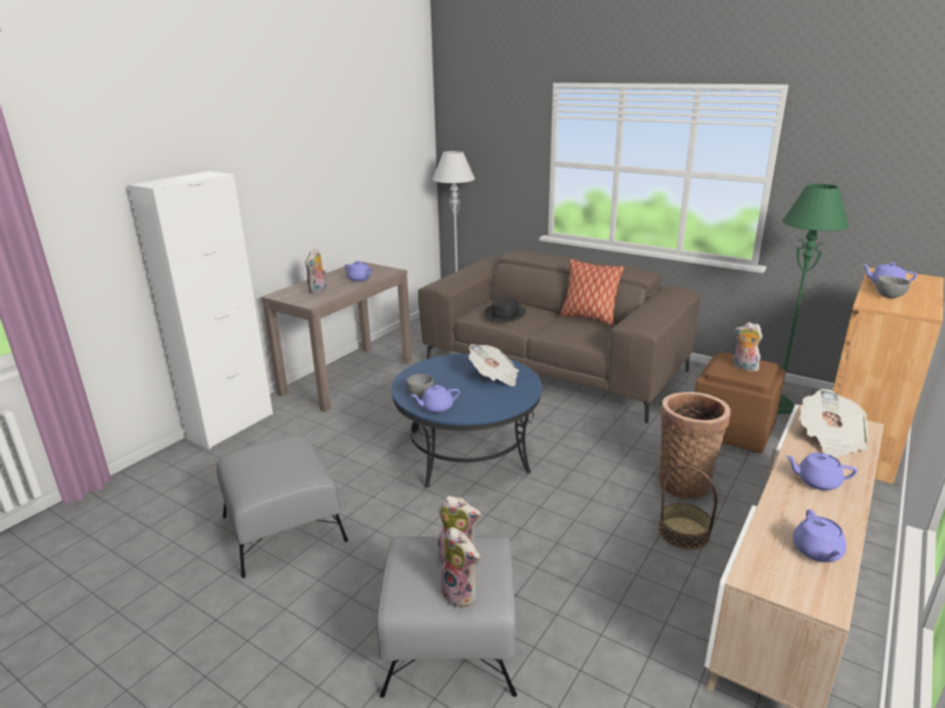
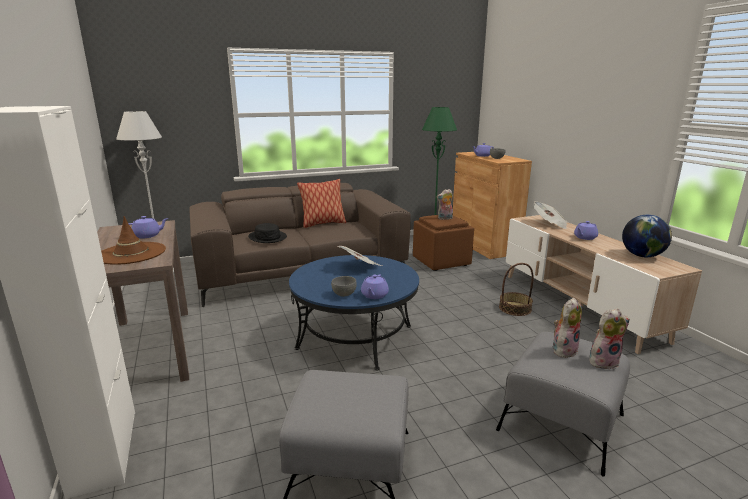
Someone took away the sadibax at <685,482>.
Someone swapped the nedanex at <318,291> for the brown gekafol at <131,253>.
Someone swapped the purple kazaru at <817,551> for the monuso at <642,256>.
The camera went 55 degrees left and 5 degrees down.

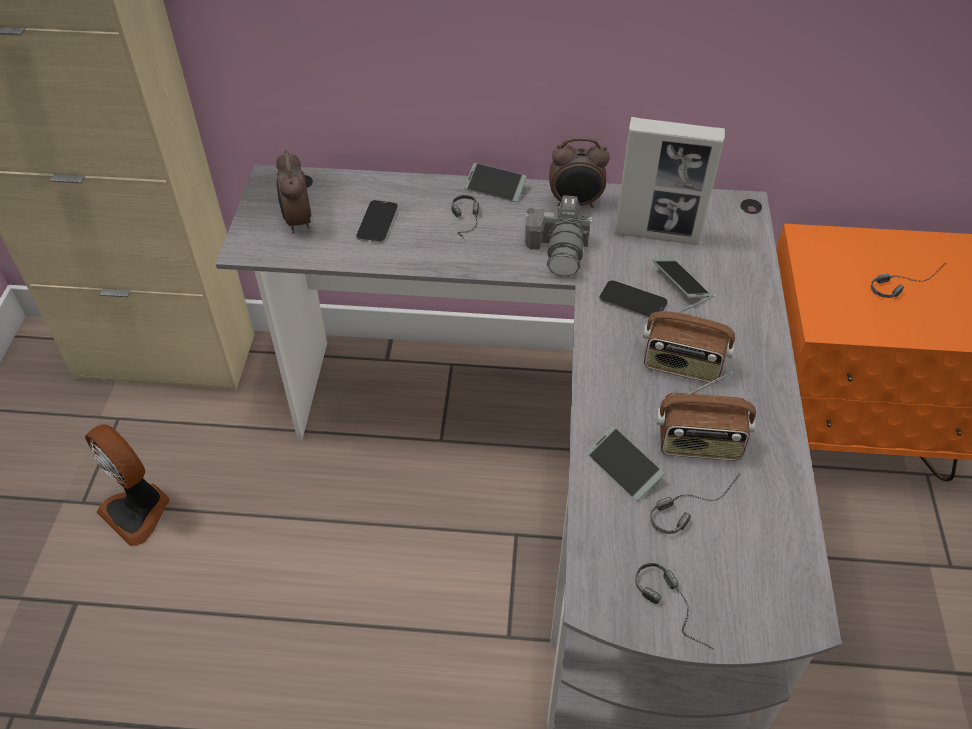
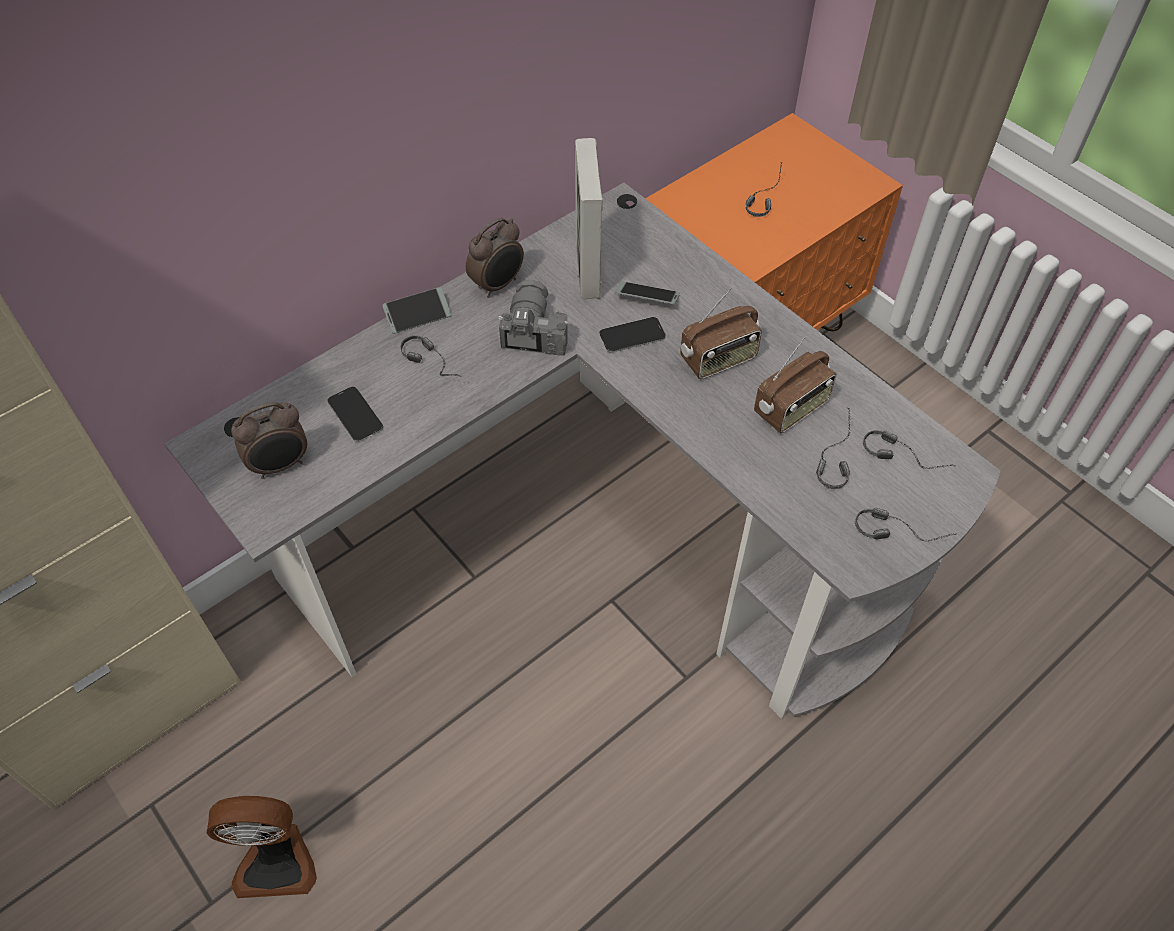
Someone took away the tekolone at <623,468>.
Someone put down the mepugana at <906,456>.
Someone rotated the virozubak at <298,221> by 60 degrees counterclockwise.
Someone rotated the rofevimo at <559,249> by 135 degrees counterclockwise.
Someone rotated the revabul at <657,234> by 120 degrees clockwise.
The camera went 45 degrees left and 5 degrees up.

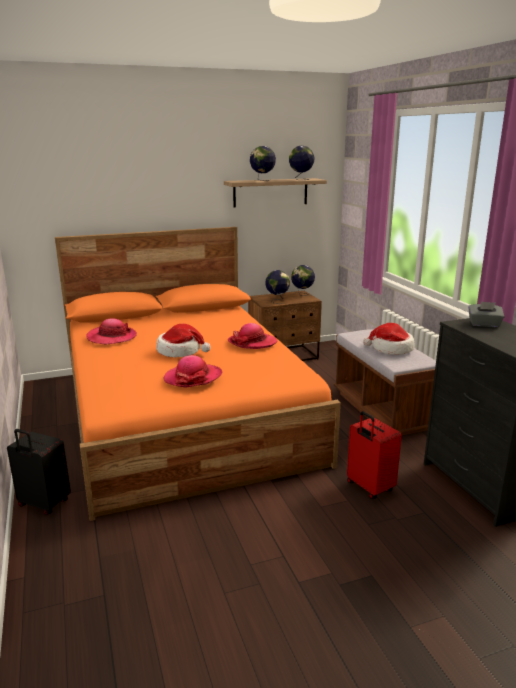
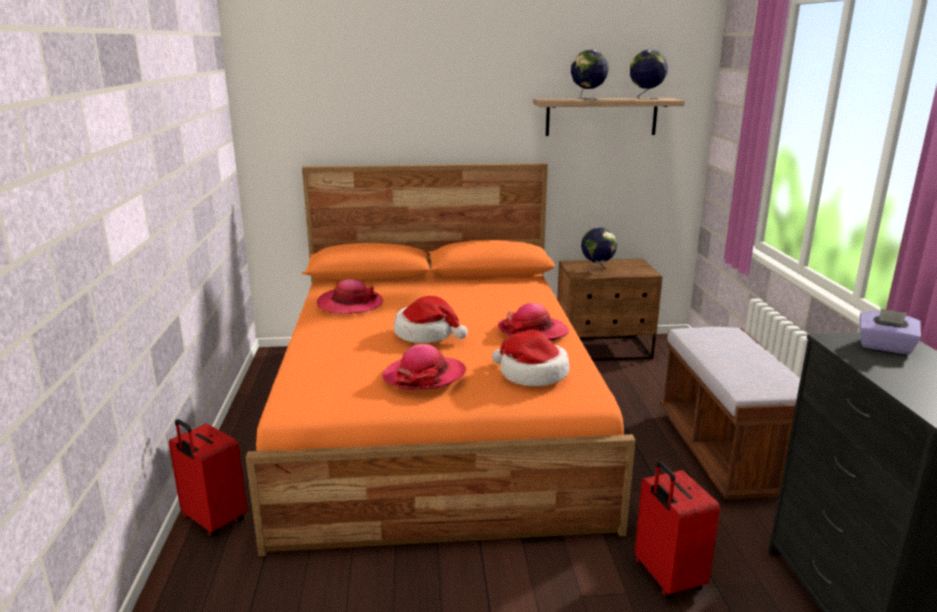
Someone took away the monuso at <302,295>.
Someone carried the gekafol from <391,349> to <531,374>.
Someone repainted the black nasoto at <43,504>, which became the red nasoto at <213,521>.
Someone repainted the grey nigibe at <484,324>, which became the purple nigibe at <885,347>.
The camera went 15 degrees right and 0 degrees up.

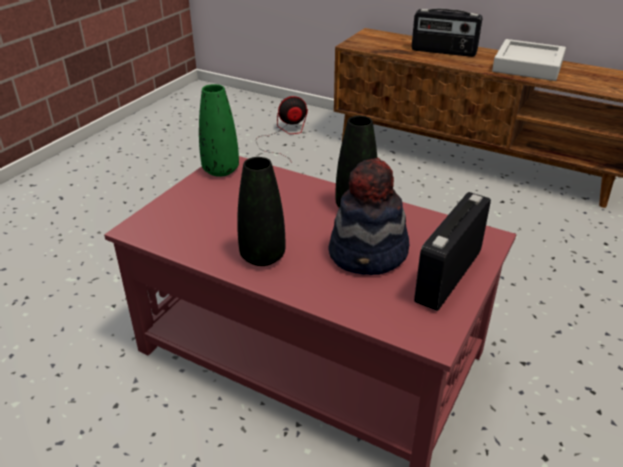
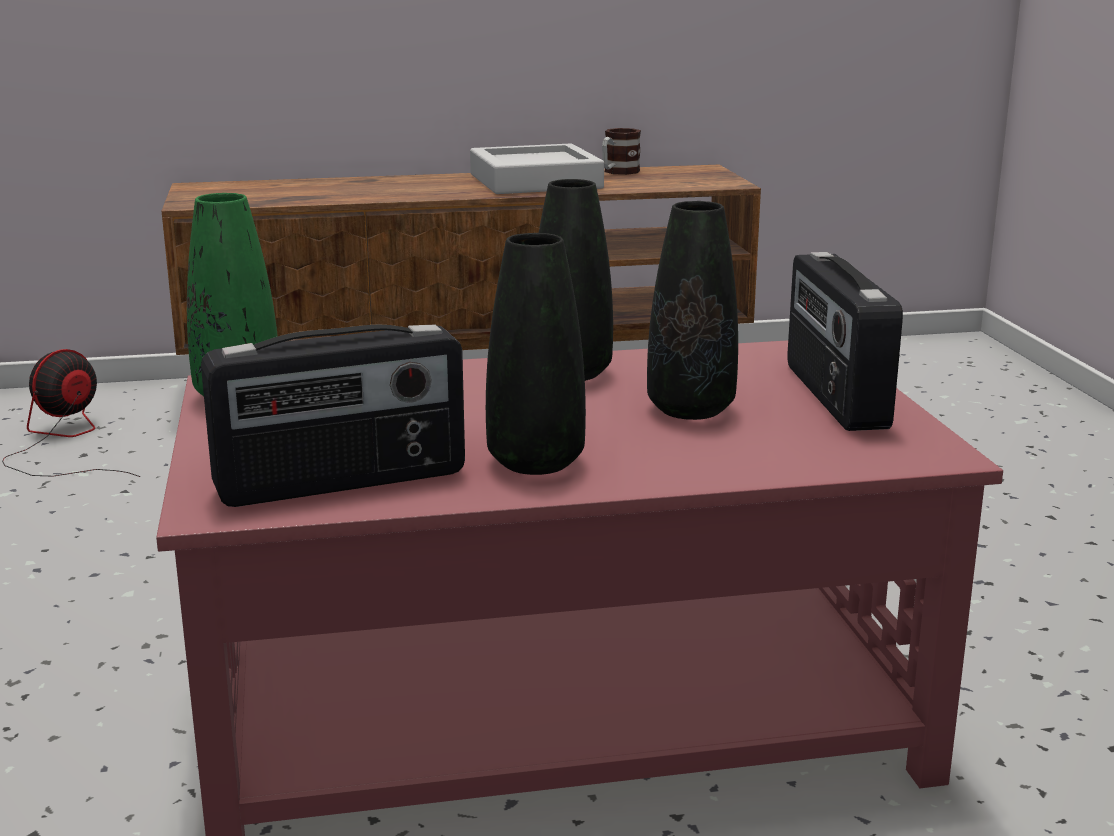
Someone put down the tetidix at <617,172>.
Someone carried the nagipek from <443,52> to <342,482>.
Someone swapped the gekafol at <369,254> for the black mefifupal at <690,409>.
The camera went 40 degrees left and 15 degrees down.

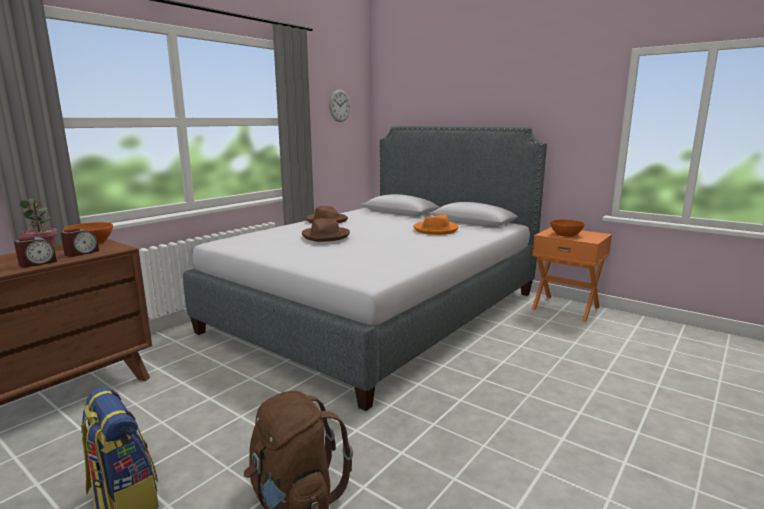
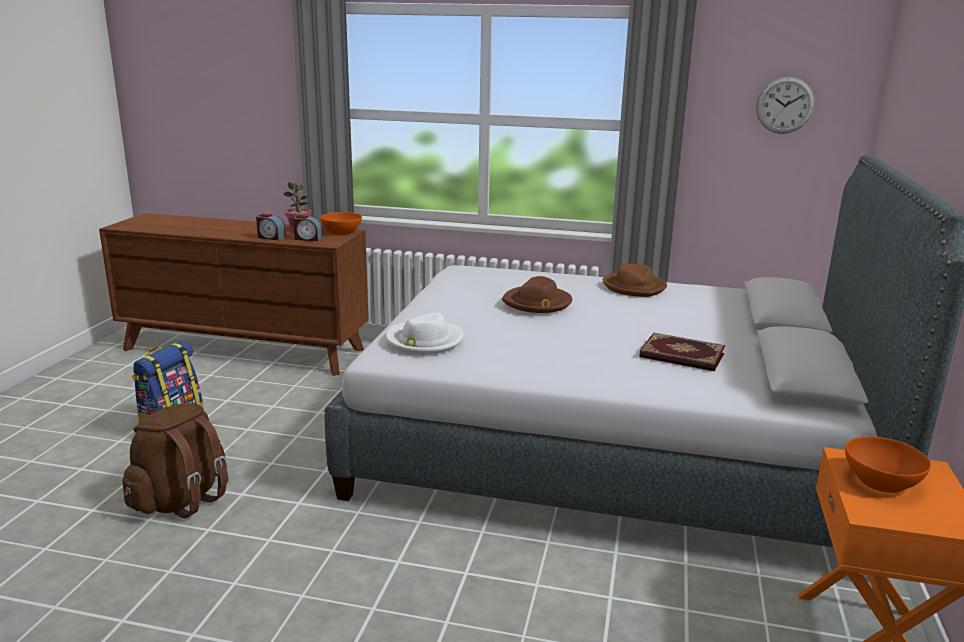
Someone put down the white gekafol at <424,341>.
Someone swapped the orange gekafol at <435,230> for the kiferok at <681,356>.
The camera went 65 degrees right and 5 degrees up.

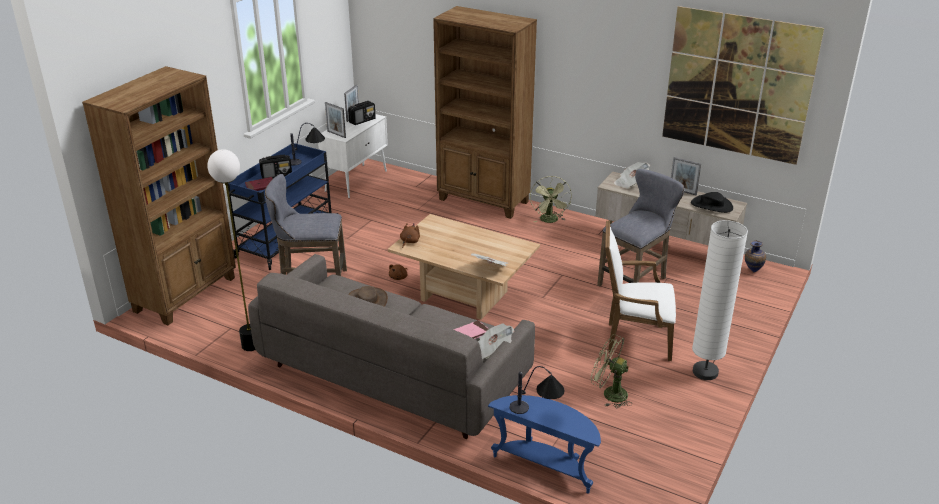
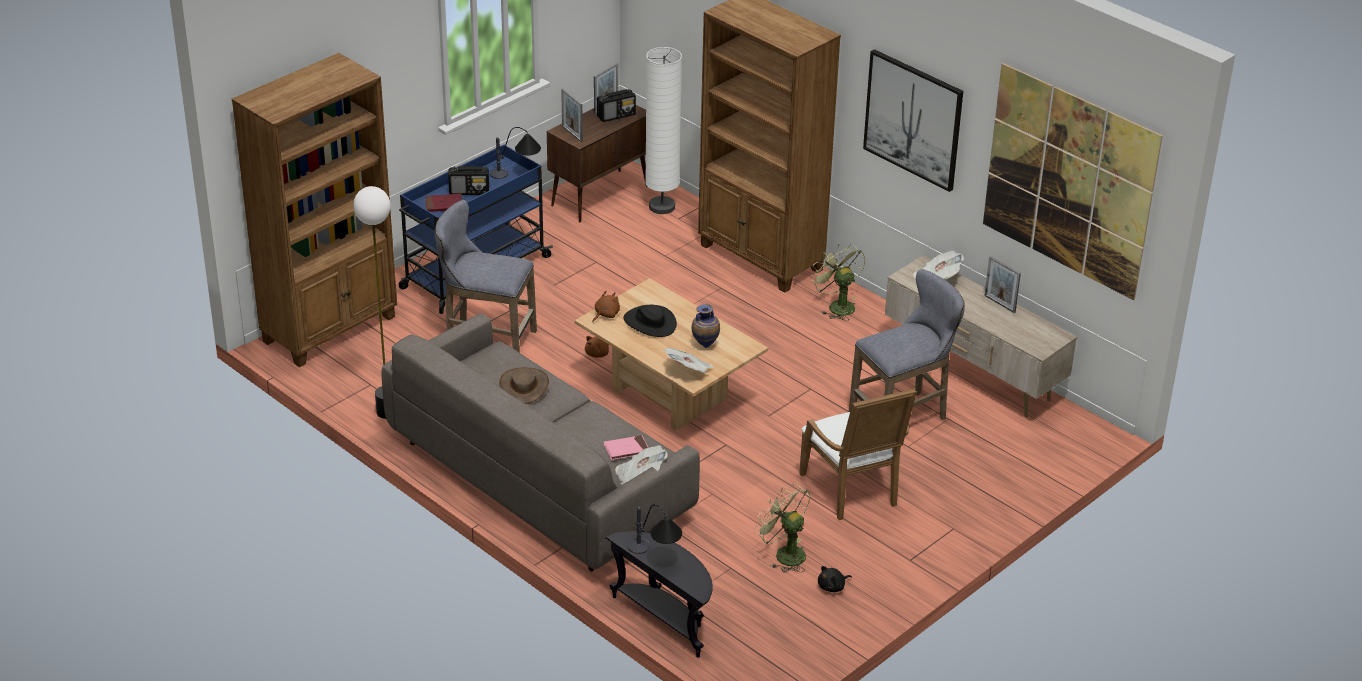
Someone put down the black nedanex at <832,587>.
Someone put up the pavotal at <913,119>.
Someone carried the black gekafol from <711,205> to <650,323>.
Someone carried the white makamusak from <705,372> to <662,207>.
Someone carried the mefifupal from <752,270> to <705,345>.
Someone repainted the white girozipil at <356,181>, which became the brown girozipil at <600,195>.
Someone repainted the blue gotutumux at <545,466>, which became the black gotutumux at <665,619>.
Someone rotated the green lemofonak at <550,221> by 135 degrees clockwise.
Someone rotated the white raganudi at <633,339> by 135 degrees counterclockwise.
The camera went 15 degrees right and 5 degrees up.

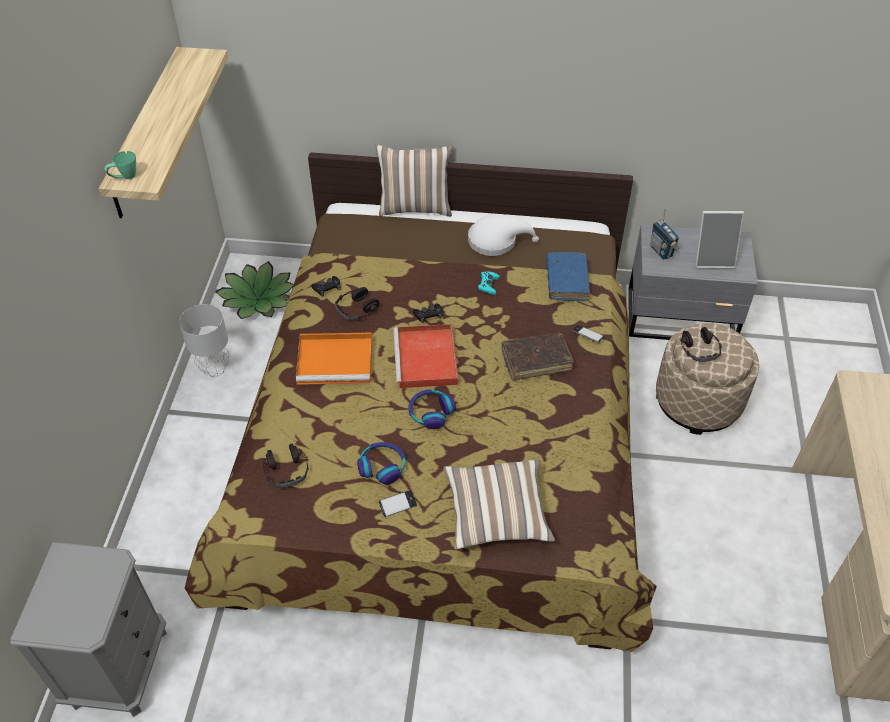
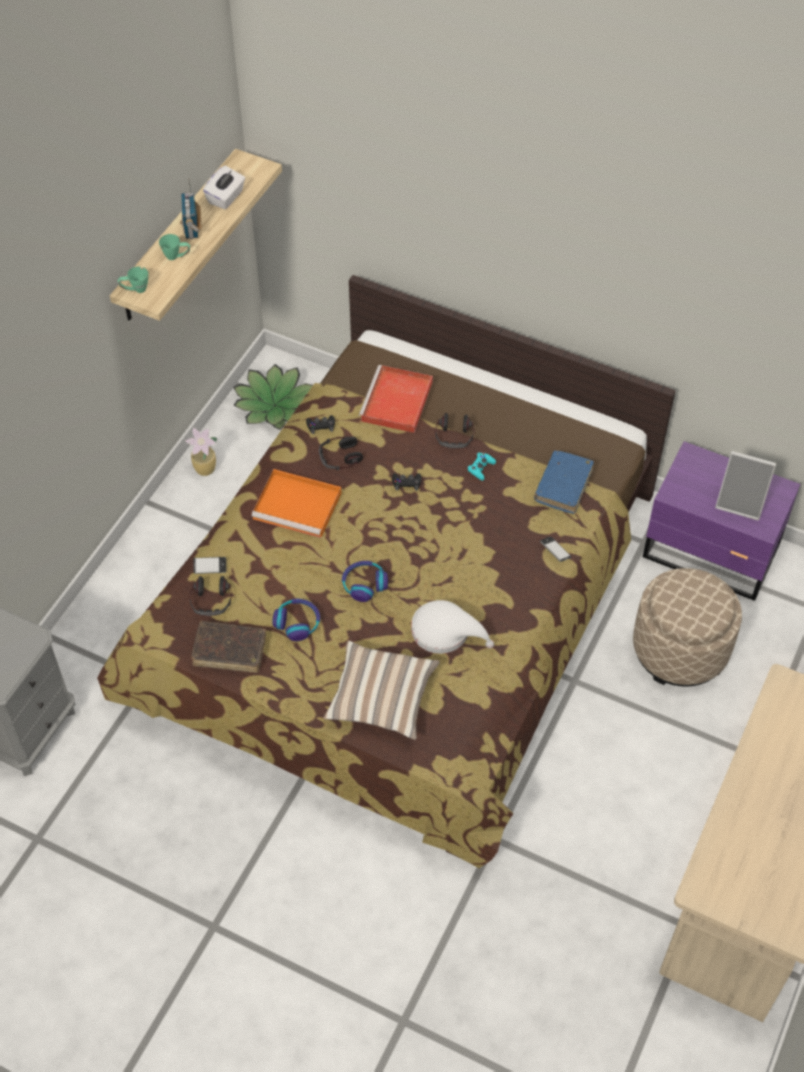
Someone took away the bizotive at <415,207>.
Someone put down the green tetidix at <176,257>.
Someone put down the white nigibe at <226,197>.
Someone carried the tekolone from <397,505> to <210,567>.
Someone carried the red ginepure from <426,360> to <396,402>.
Someone carried the white gekafol from <496,241> to <445,632>.
Someone carried the brown kiferok from <536,360> to <229,651>.
Someone carried the nagipek from <661,251> to <192,229>.
Someone carried the mepugana from <700,349> to <454,435>.
Someone swapped the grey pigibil at <215,368> for the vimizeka at <206,469>.
Someone repainted the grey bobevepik at <682,318>, which became the purple bobevepik at <712,553>.
The camera went 20 degrees right and 5 degrees up.

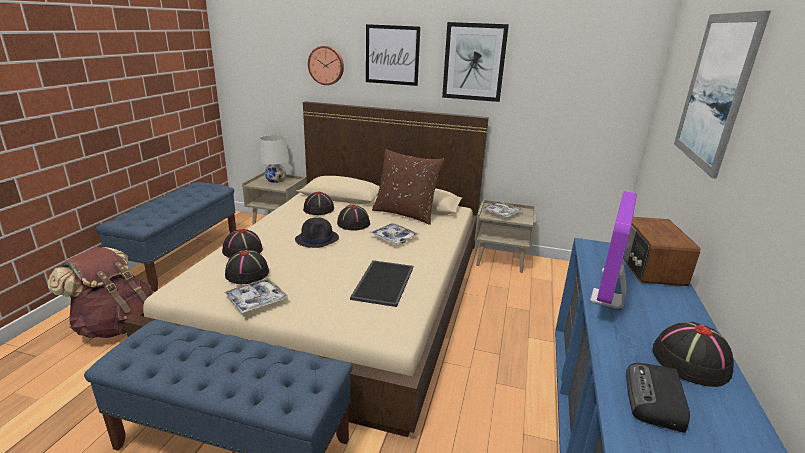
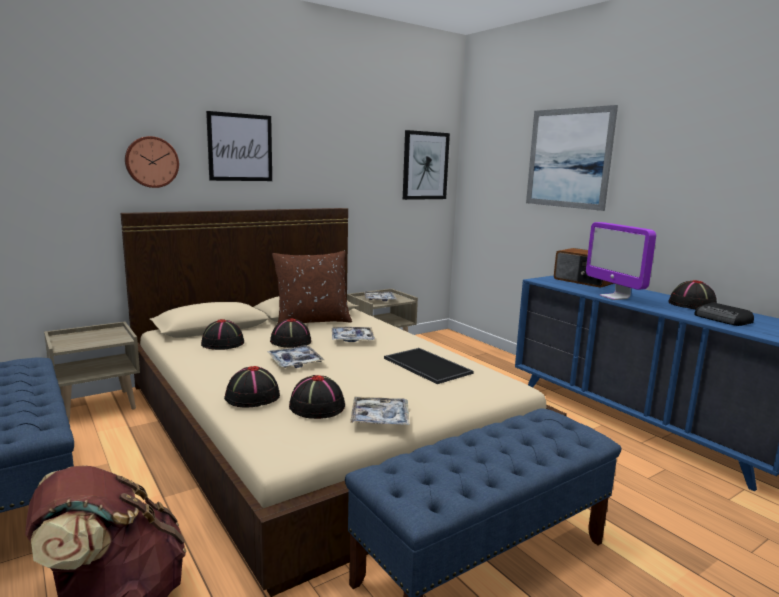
Someone took away the white pigibil at <275,180>.
Someone carried the pavotal from <474,62> to <425,165>.
Someone swapped the black gekafol at <317,239> for the ginepure at <295,362>.
The camera went 50 degrees left and 10 degrees down.

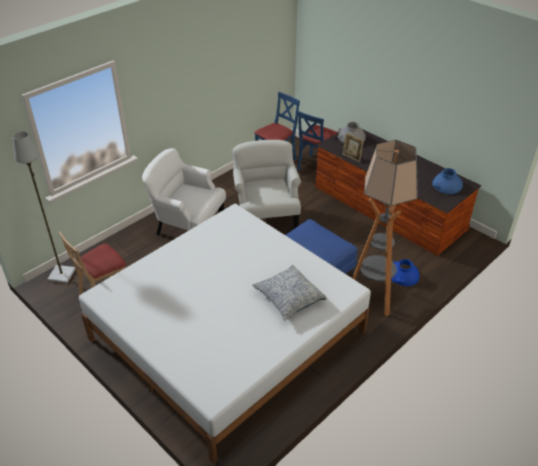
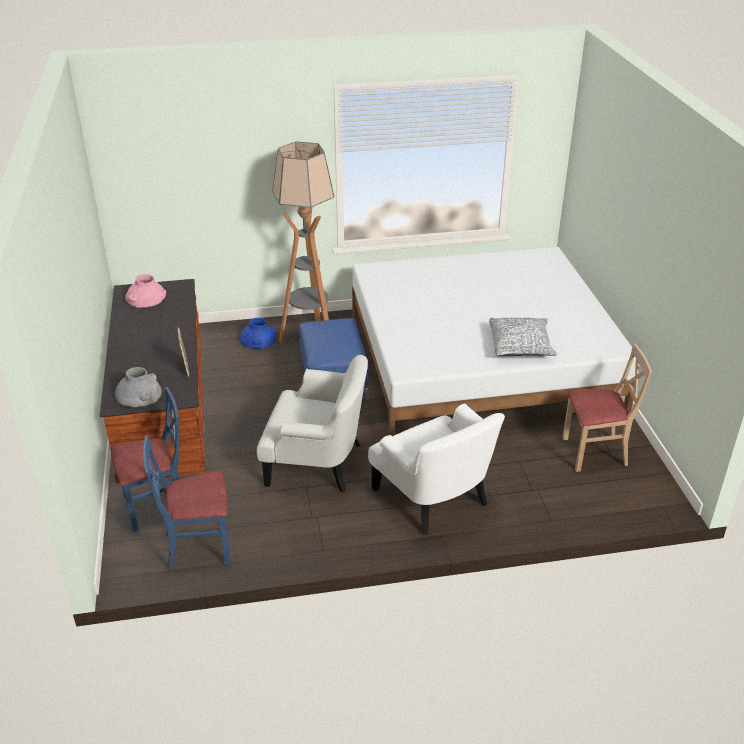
Someone took away the grey makamusak at <61,274>.
Someone carried the bizotive from <288,298> to <521,346>.
Someone repainted the blue mefifupal at <446,185>, which became the pink mefifupal at <146,297>.
Someone rotated the white raganudi at <266,215> by 105 degrees counterclockwise.
The camera went 145 degrees left and 5 degrees down.

